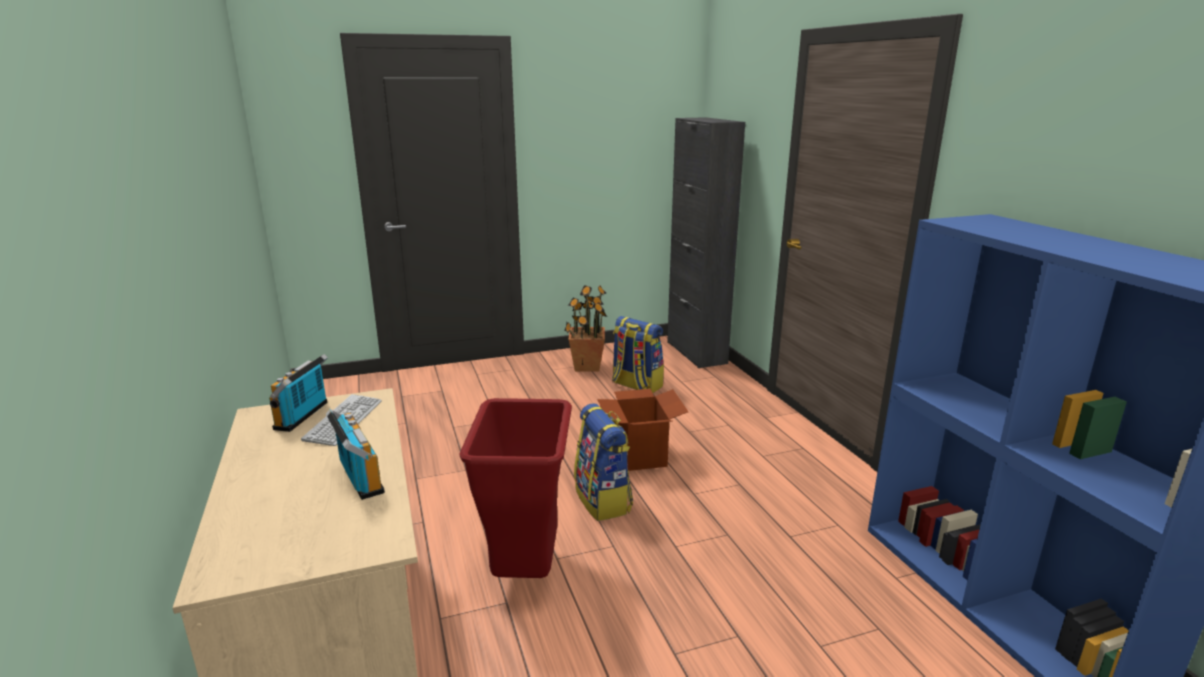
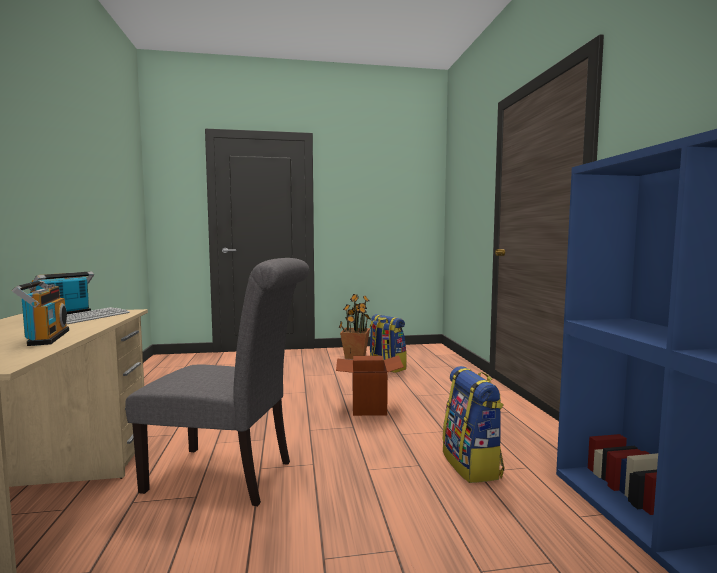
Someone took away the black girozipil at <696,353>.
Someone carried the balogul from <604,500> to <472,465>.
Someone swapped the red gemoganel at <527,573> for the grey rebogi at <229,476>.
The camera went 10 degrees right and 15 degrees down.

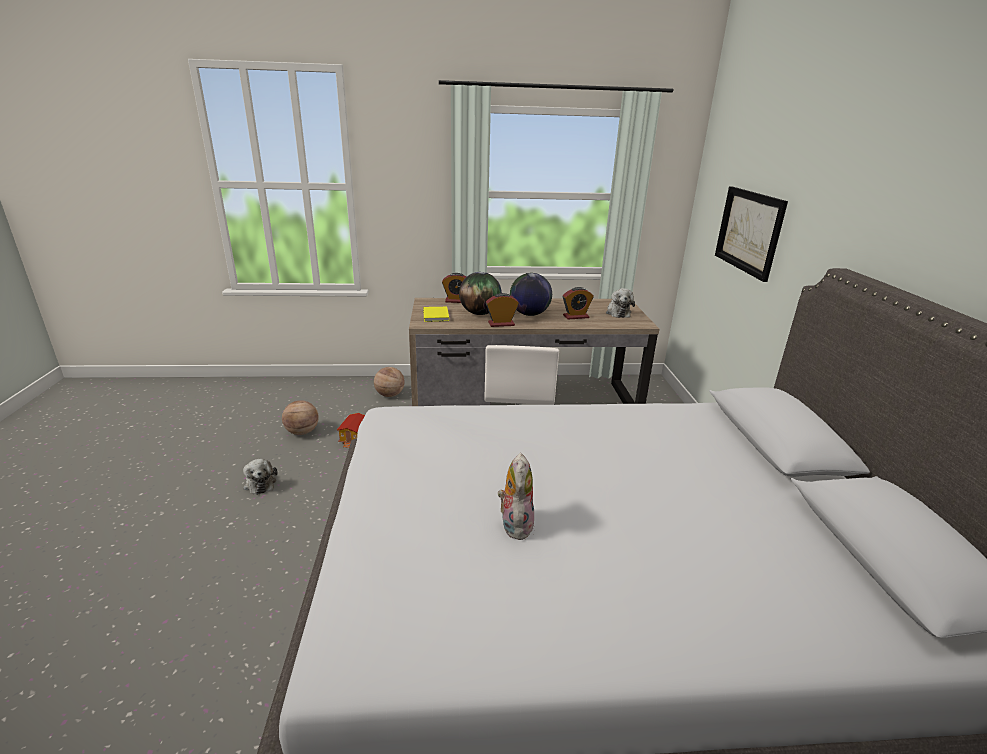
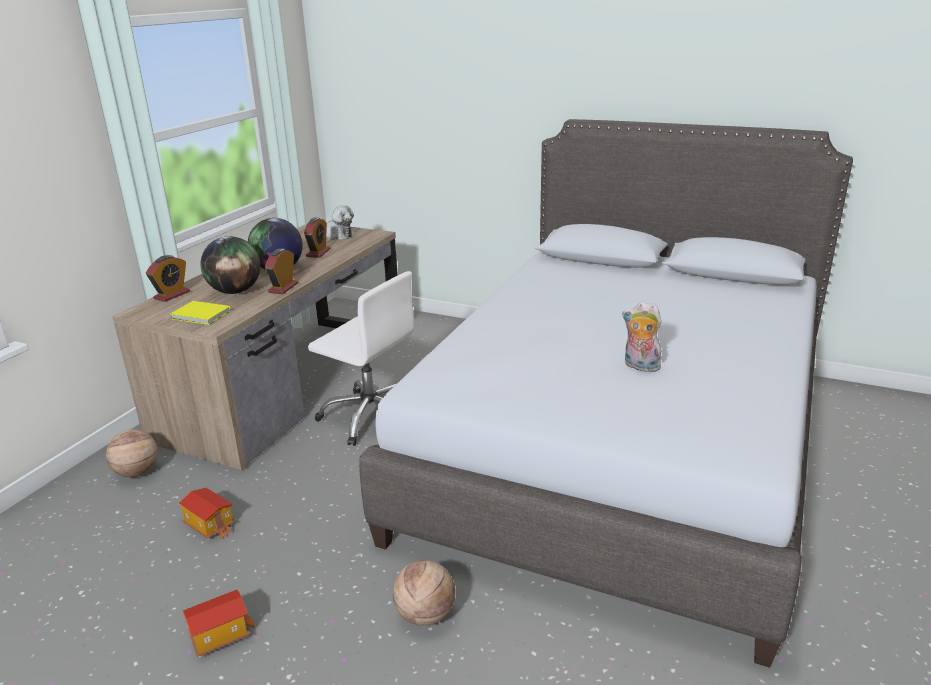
Someone took away the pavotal at <749,231>.
Someone carried the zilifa from <302,432> to <425,615>.
Someone swapped the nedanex at <260,483> for the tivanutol at <220,636>.
The camera went 60 degrees left and 0 degrees up.

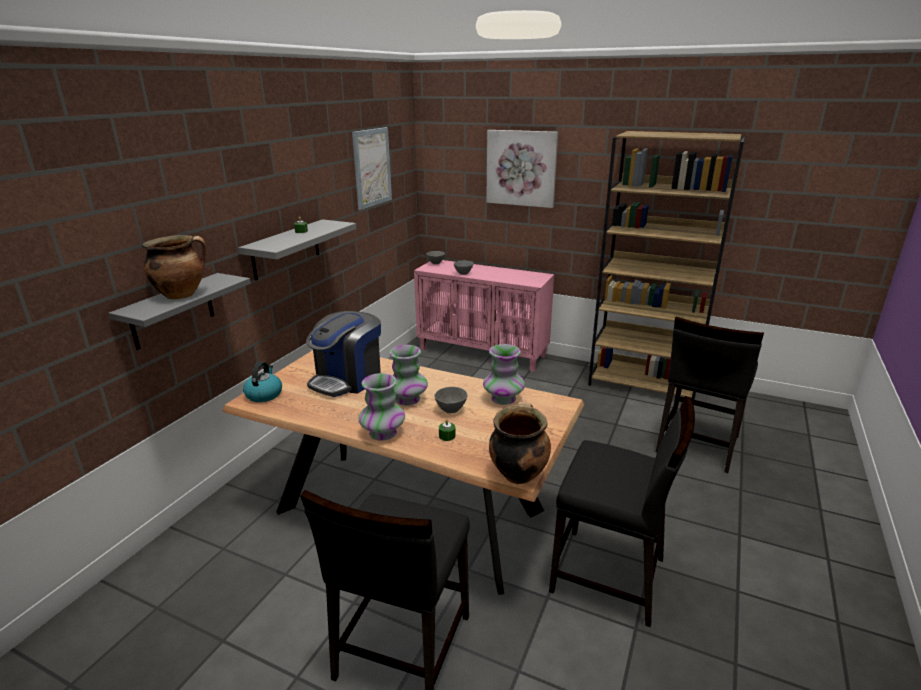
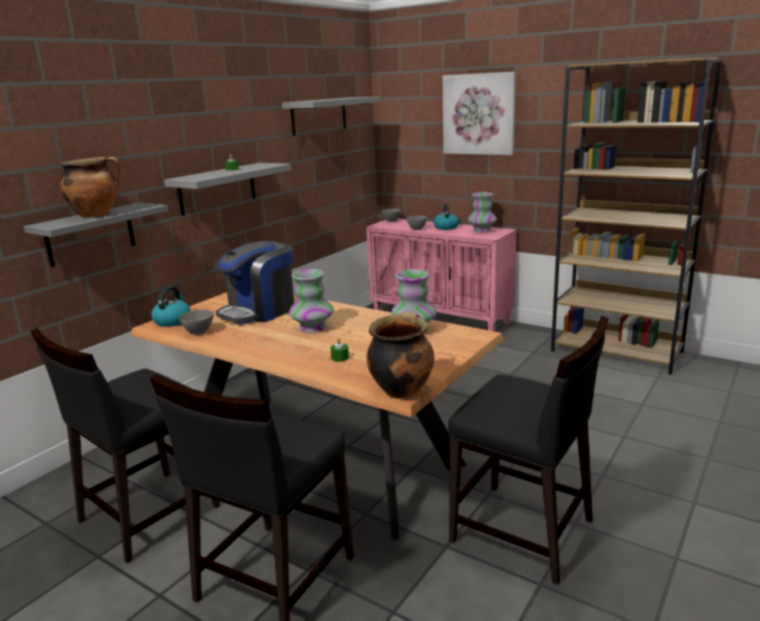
Someone put down the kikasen at <446,227>.
Someone carried the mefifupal from <382,433> to <481,231>.
Someone carried the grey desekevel from <451,410> to <199,332>.
Someone carried the black rebogi from <696,444> to <147,514>.
Someone swapped the pavotal at <372,167> for the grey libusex at <319,115>.
The camera went 10 degrees right and 5 degrees down.

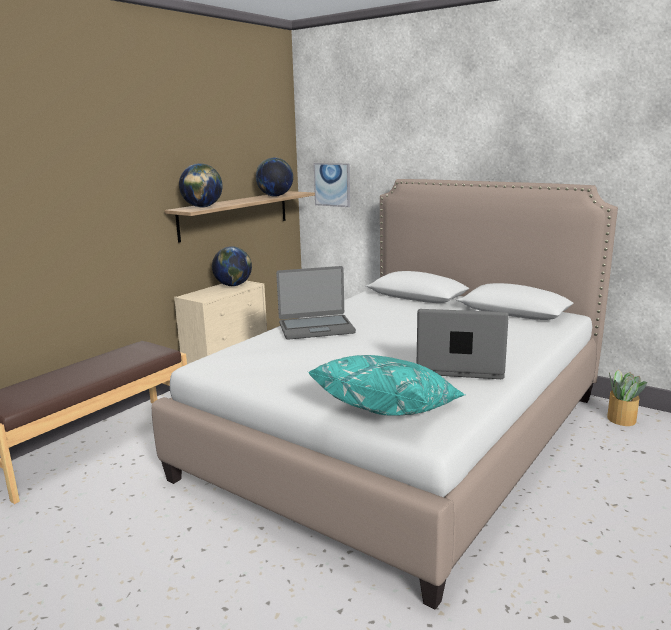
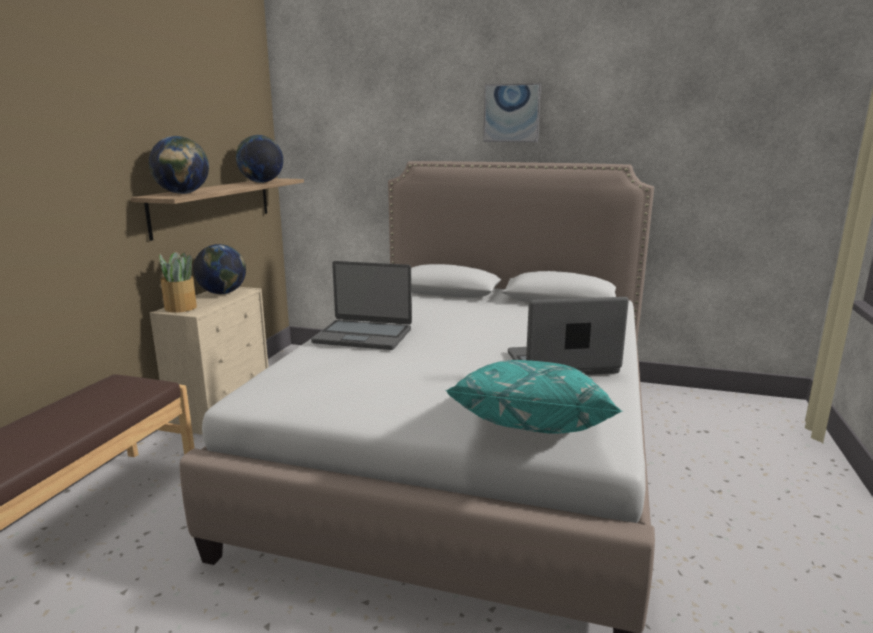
Someone carried the pavotal from <332,184> to <511,113>.
Someone carried the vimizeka from <621,419> to <181,307>.
Someone rotated the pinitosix at <316,328> by 45 degrees clockwise.
The camera went 20 degrees left and 0 degrees up.

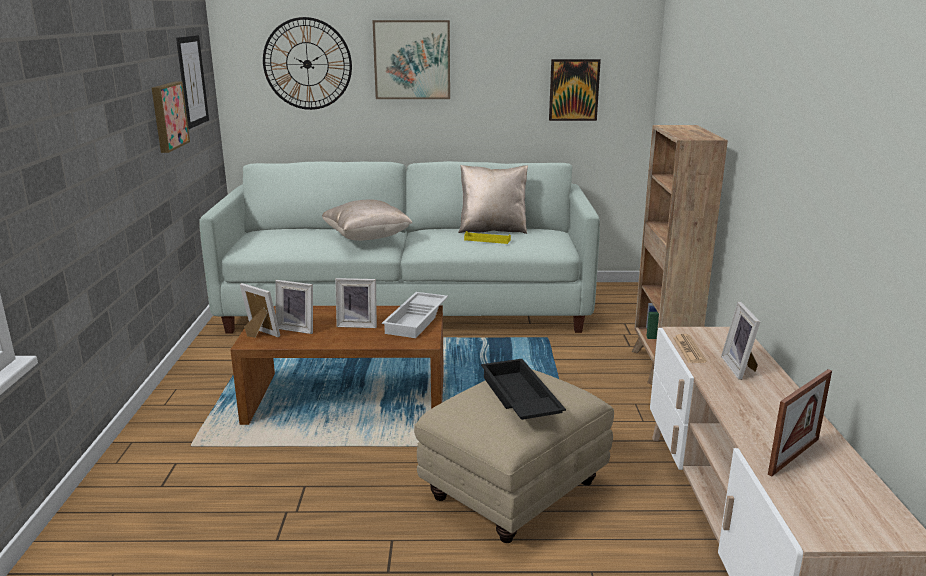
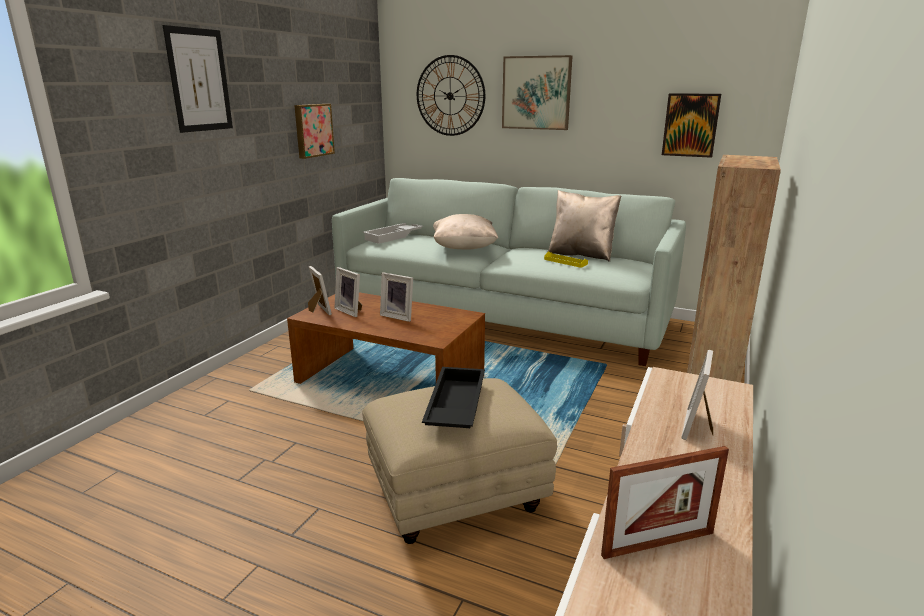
Someone took away the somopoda at <688,349>.
Someone carried the pavotal from <192,81> to <199,80>.
Someone carried the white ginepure from <417,320> to <393,237>.
The camera went 25 degrees right and 0 degrees up.

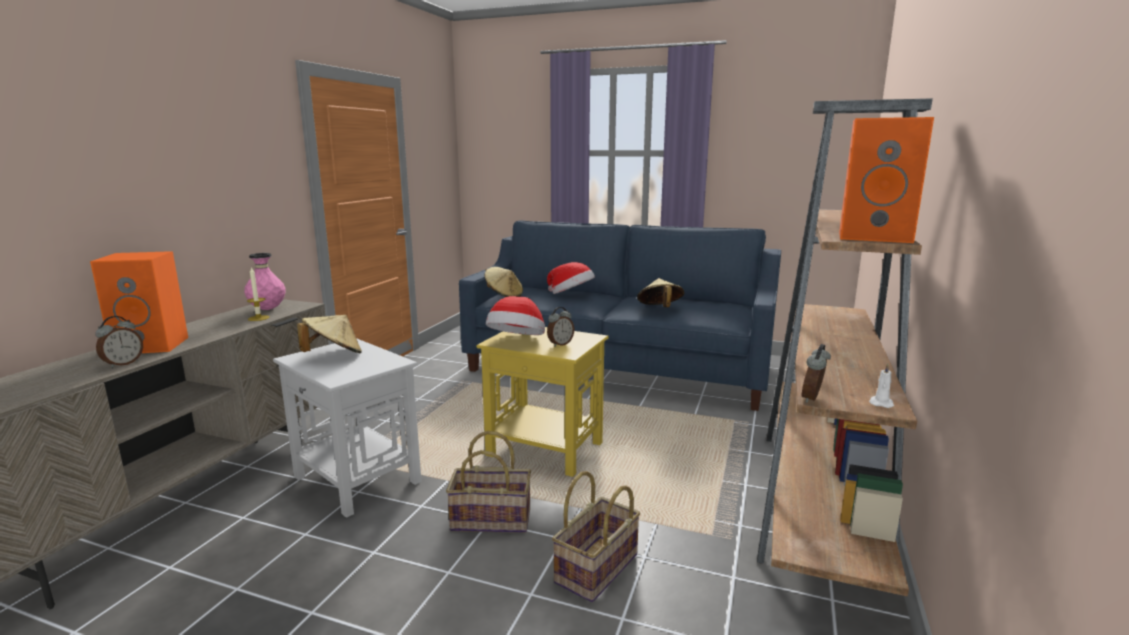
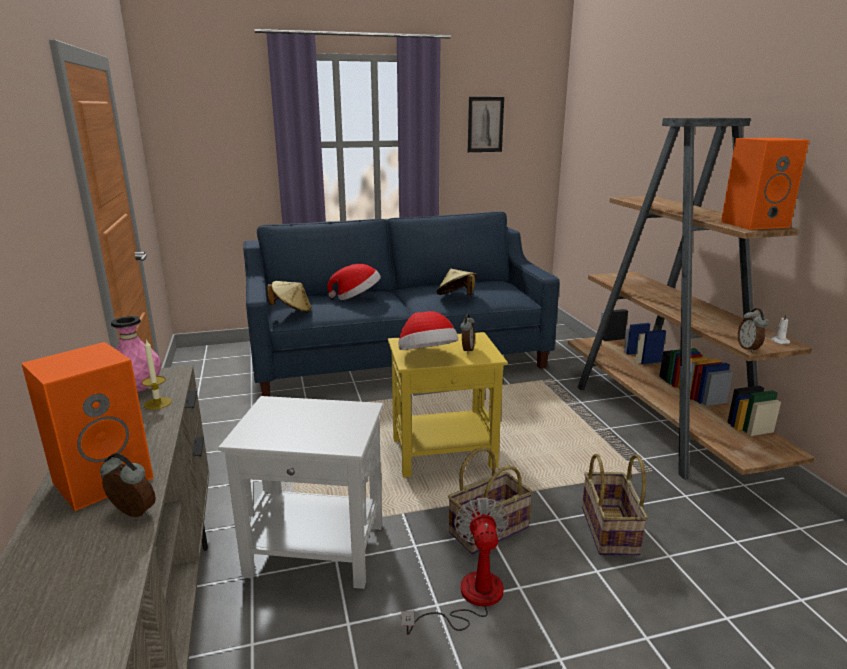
Someone took away the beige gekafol at <333,355>.
Someone put down the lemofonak at <469,598>.
Someone put up the pavotal at <485,124>.
Someone rotated the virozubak at <123,364> by 60 degrees counterclockwise.
The camera went 35 degrees left and 5 degrees up.

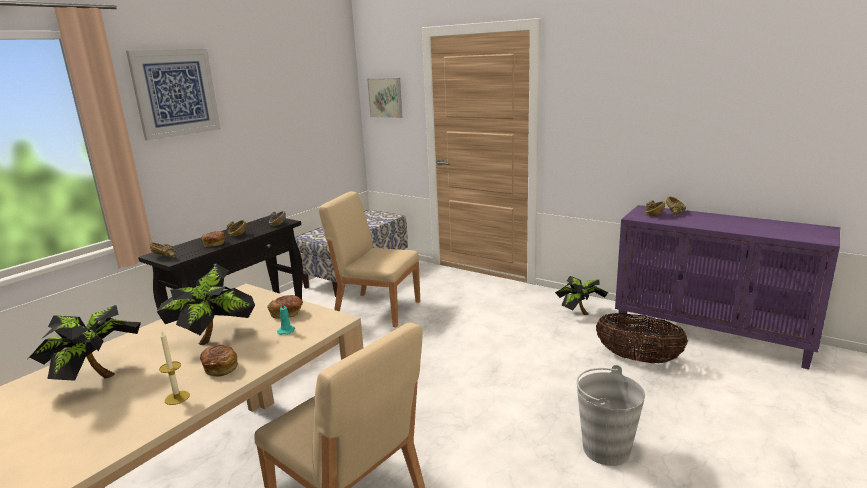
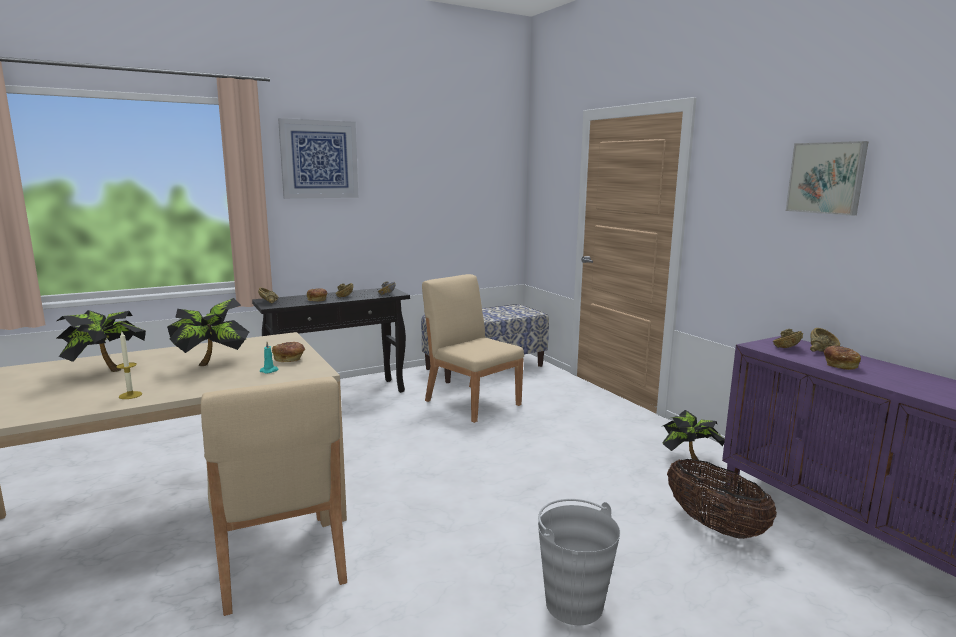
Someone carried the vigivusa from <220,368> to <840,365>.
Someone carried the pavotal from <386,97> to <827,178>.
The camera went 25 degrees right and 5 degrees down.

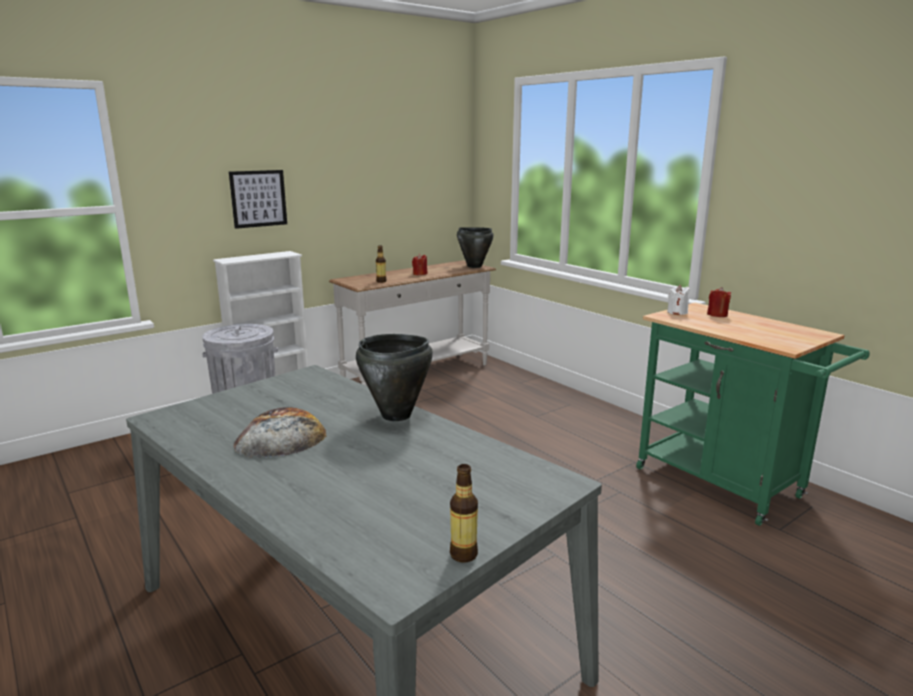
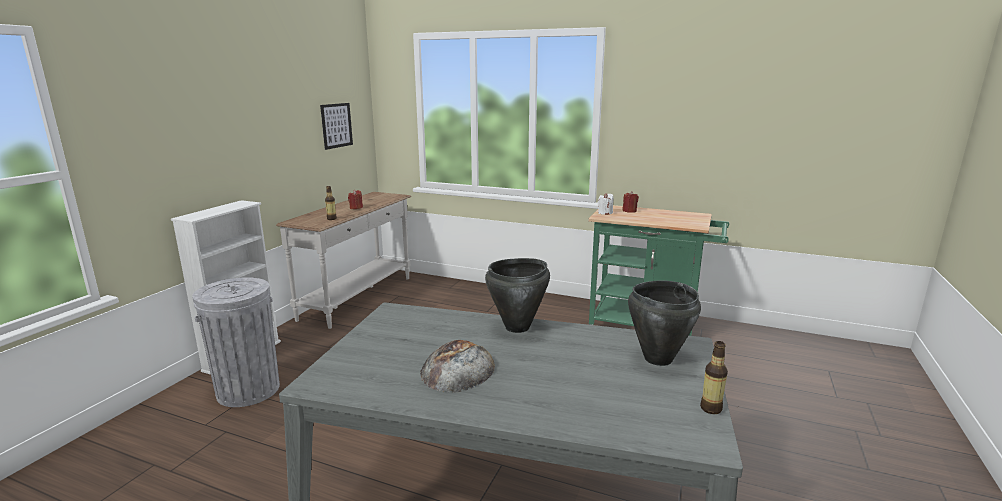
Someone carried the pavotal from <258,198> to <336,125>.
Someone carried the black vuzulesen from <474,266> to <657,359>.
The camera went 30 degrees left and 0 degrees up.

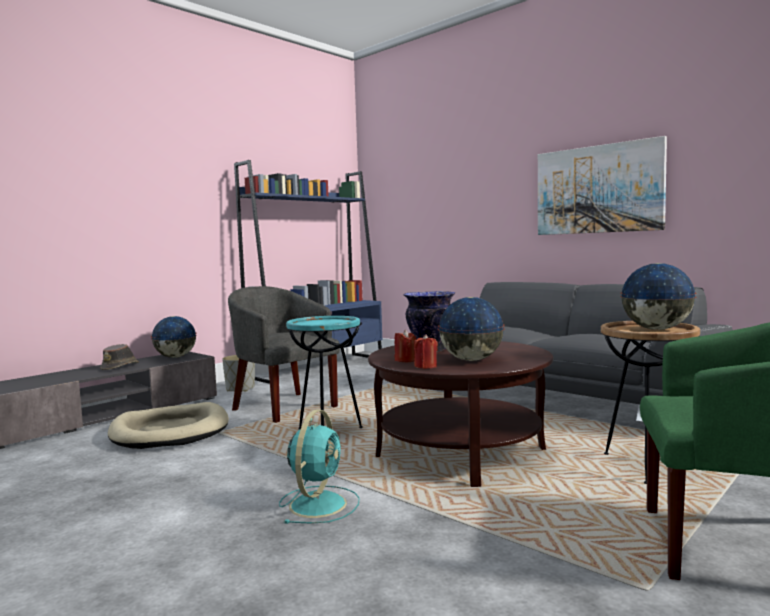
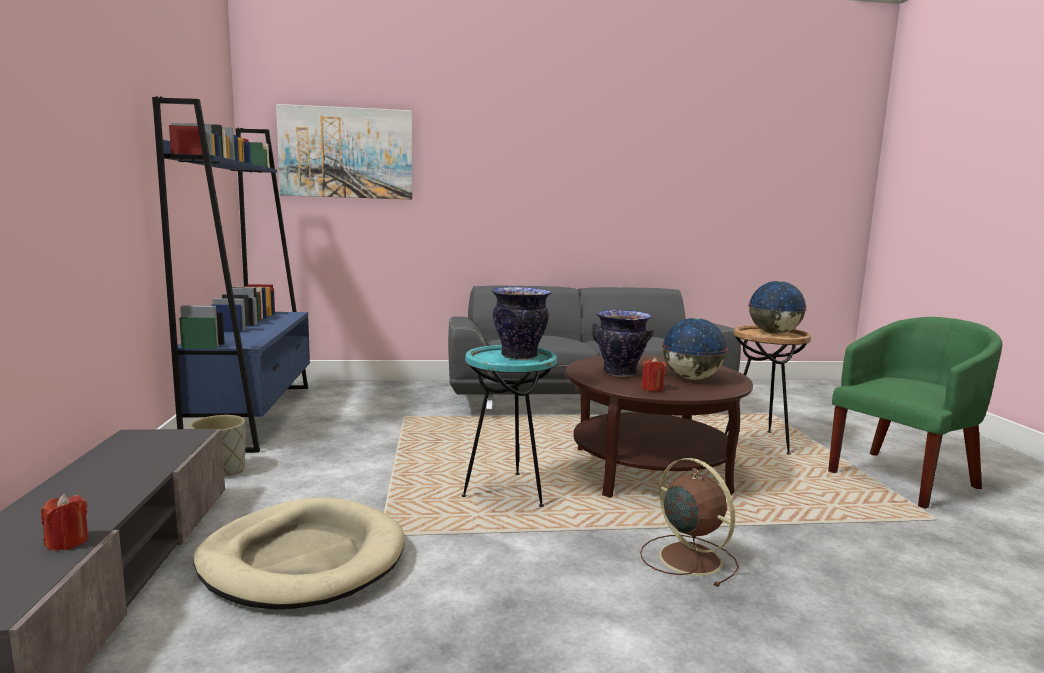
Someone took away the brown gekafol at <120,367>.
Someone took away the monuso at <175,357>.
Someone took away the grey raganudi at <283,407>.
Someone put down the mefifupal at <520,356>.
Someone carried the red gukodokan from <425,366> to <67,542>.
Someone carried the pavotal from <598,189> to <346,153>.
Someone repainted the turquoise lemofonak at <319,503>, which became the brown lemofonak at <687,557>.
The camera went 50 degrees left and 5 degrees up.

